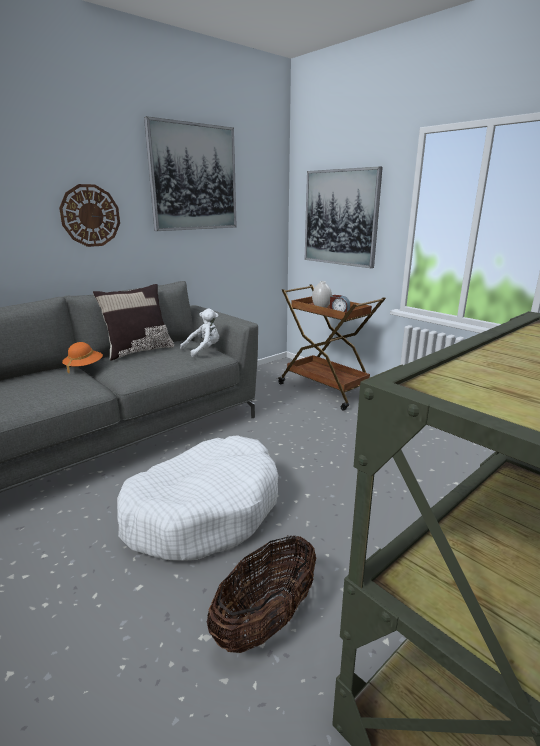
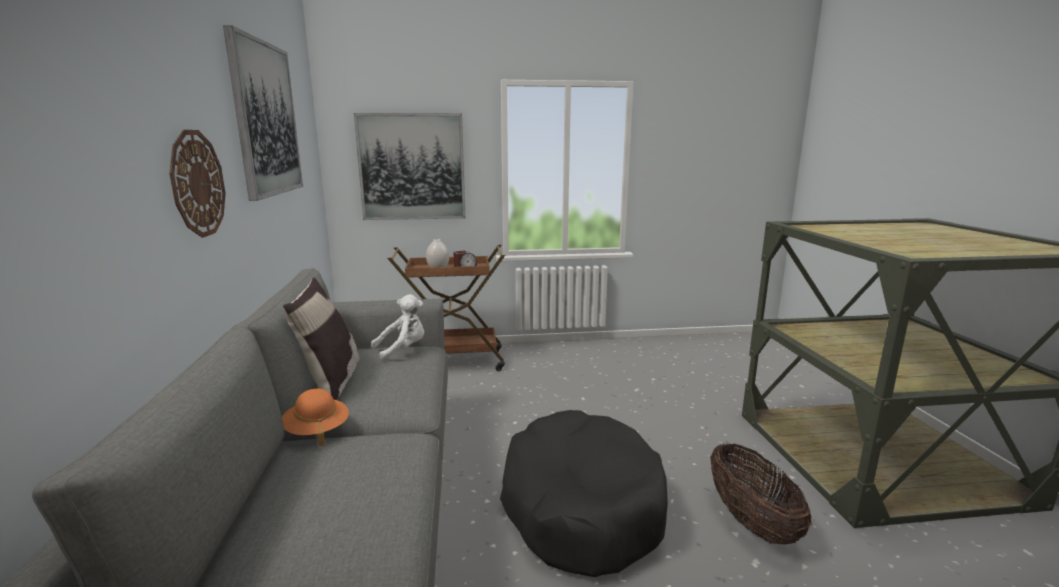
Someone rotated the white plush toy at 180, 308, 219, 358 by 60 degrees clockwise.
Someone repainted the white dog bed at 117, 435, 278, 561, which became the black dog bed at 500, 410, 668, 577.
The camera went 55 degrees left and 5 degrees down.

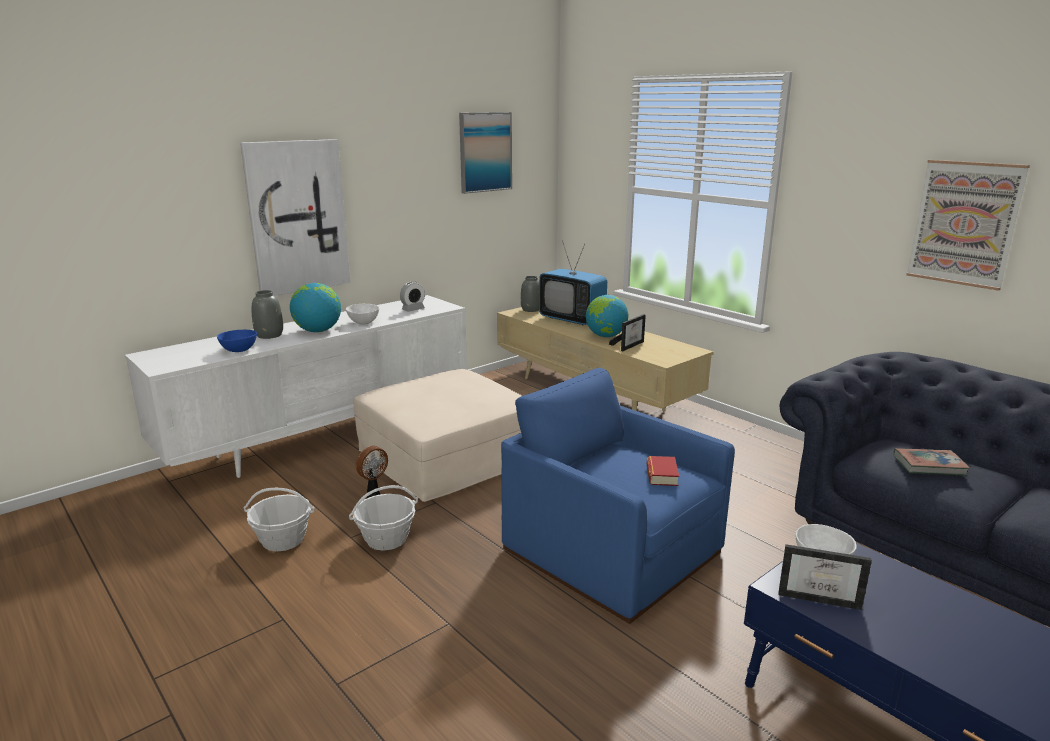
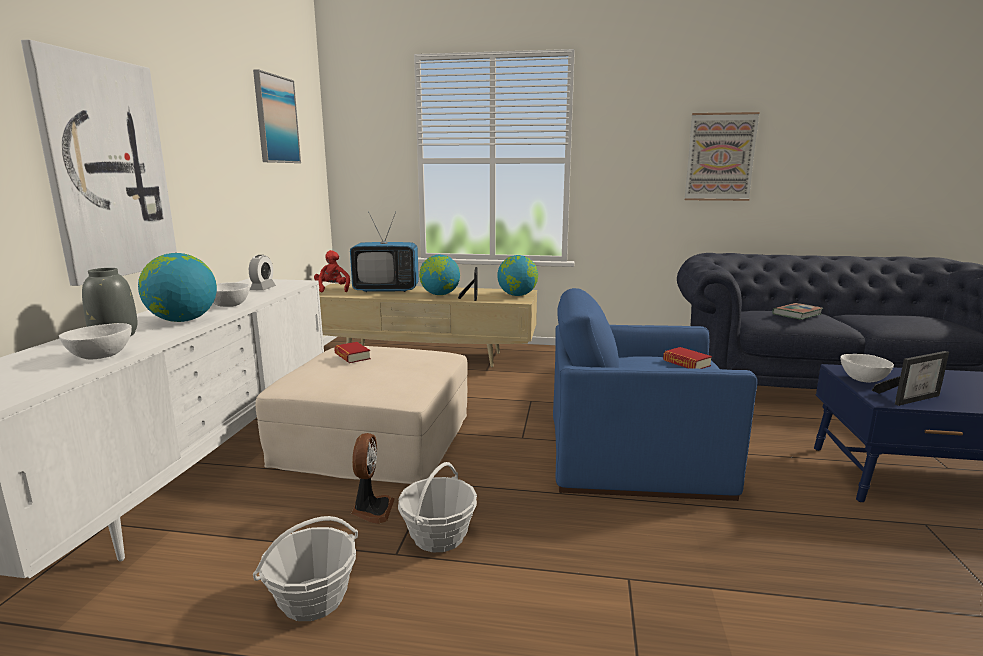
Someone swapped the grey vase at 521, 276, 539, 312 for the red plush toy at 314, 250, 350, 292.
Someone repainted the blue bowl at 217, 330, 257, 352, which became the white bowl at 59, 323, 132, 359.
Someone put down the globe at 497, 255, 538, 296.
Someone put down the book at 334, 342, 371, 363.
The camera went 40 degrees left and 5 degrees down.

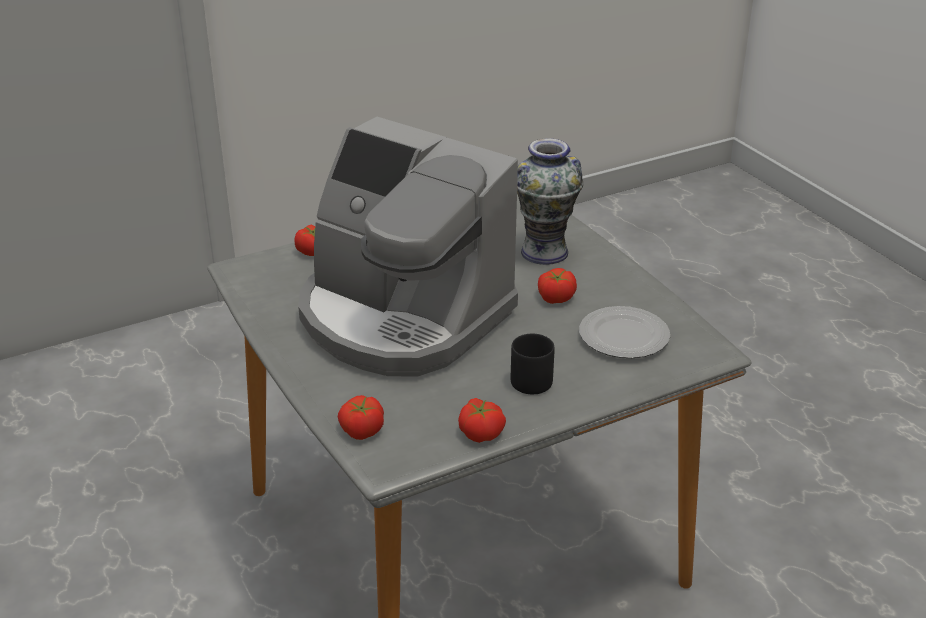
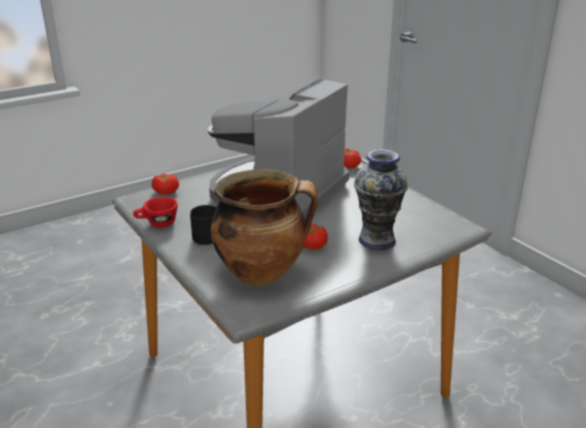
Someone swapped the plate at 579, 306, 670, 358 for the cooking pot at 211, 169, 318, 285.
Someone swapped the tomato at 458, 398, 506, 443 for the red cup at 133, 197, 178, 227.
The camera went 85 degrees right and 5 degrees down.

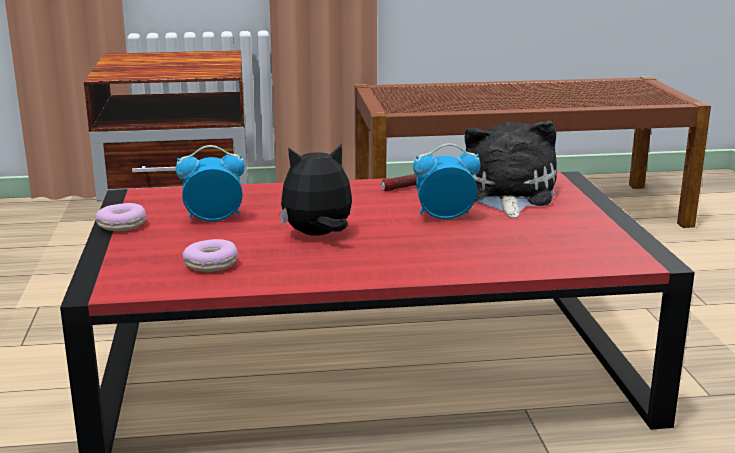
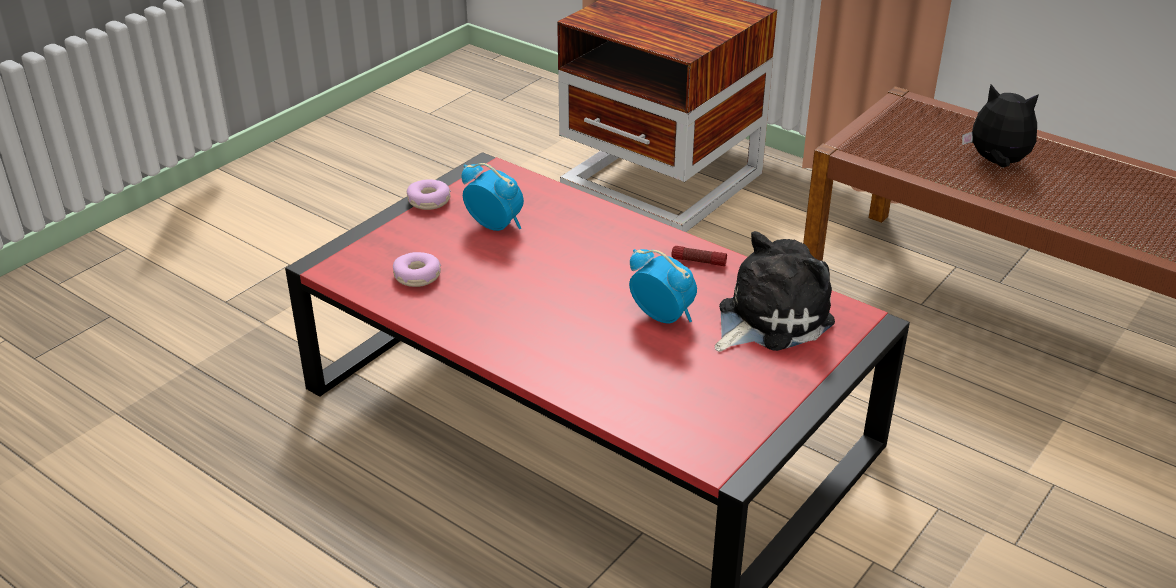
Someone carried the plush toy from 279, 144, 352, 236 to 962, 84, 1039, 167.
The camera went 45 degrees right and 15 degrees up.

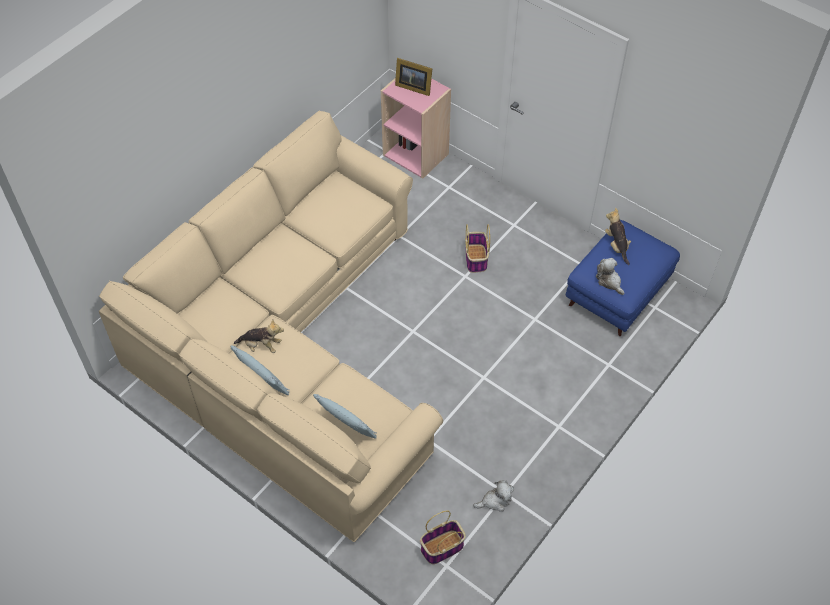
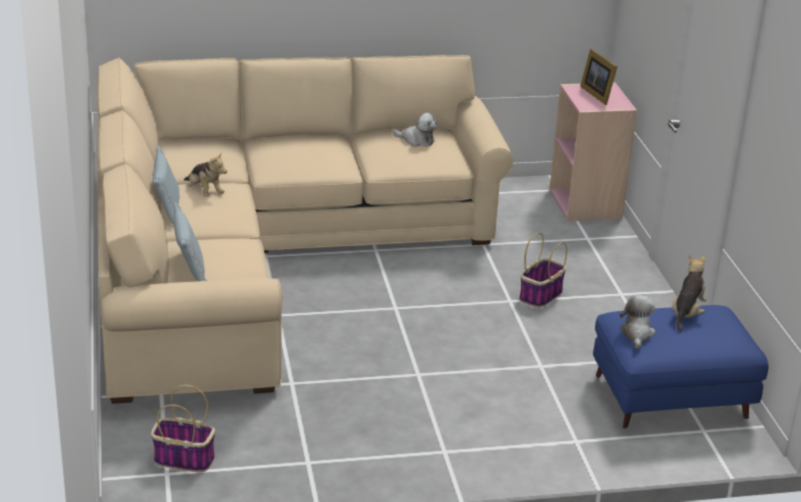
Someone carried the plush toy from 473, 480, 514, 512 to 393, 113, 437, 147.
The camera went 40 degrees right and 25 degrees down.

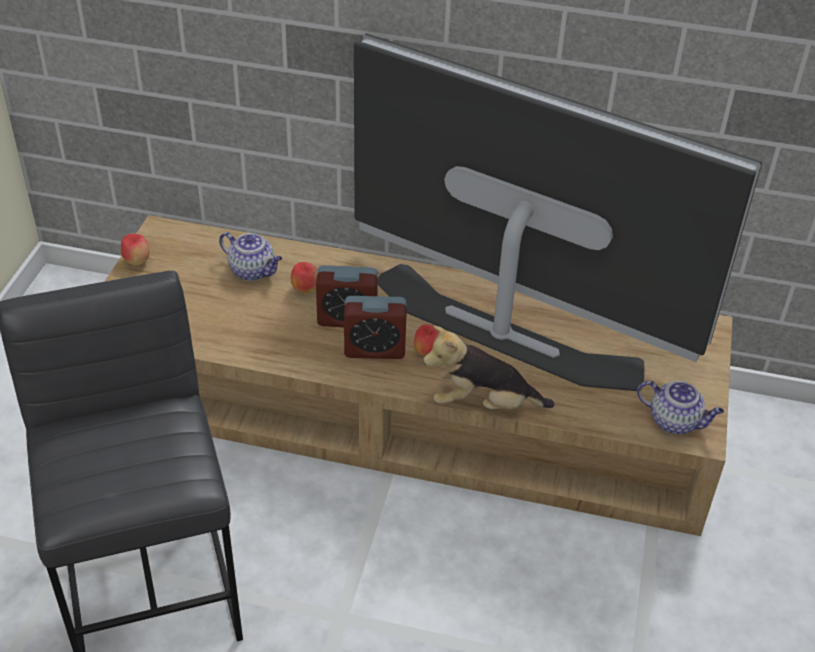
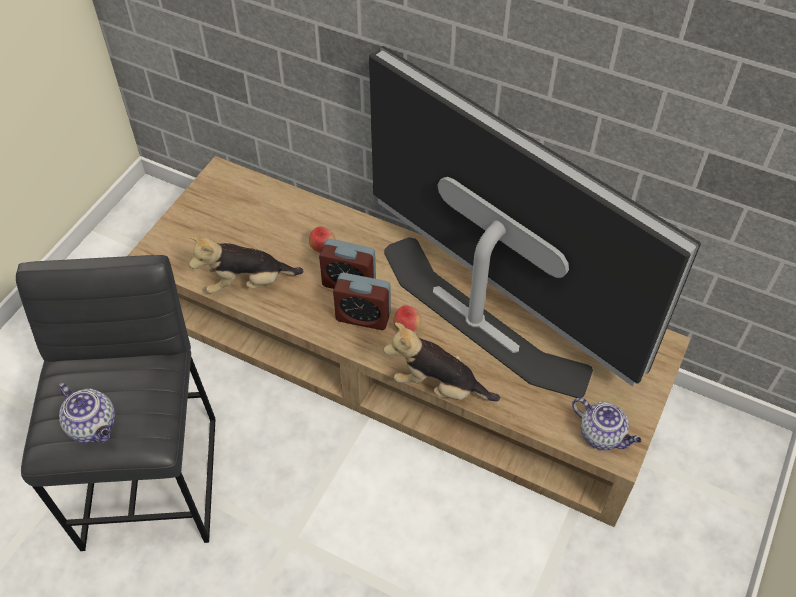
Someone carried the teapot from 219, 232, 282, 281 to 58, 382, 115, 443.
Someone took away the apple at 121, 233, 150, 266.
Someone put down the plush toy at 189, 236, 304, 294.
The camera went 15 degrees right and 10 degrees up.

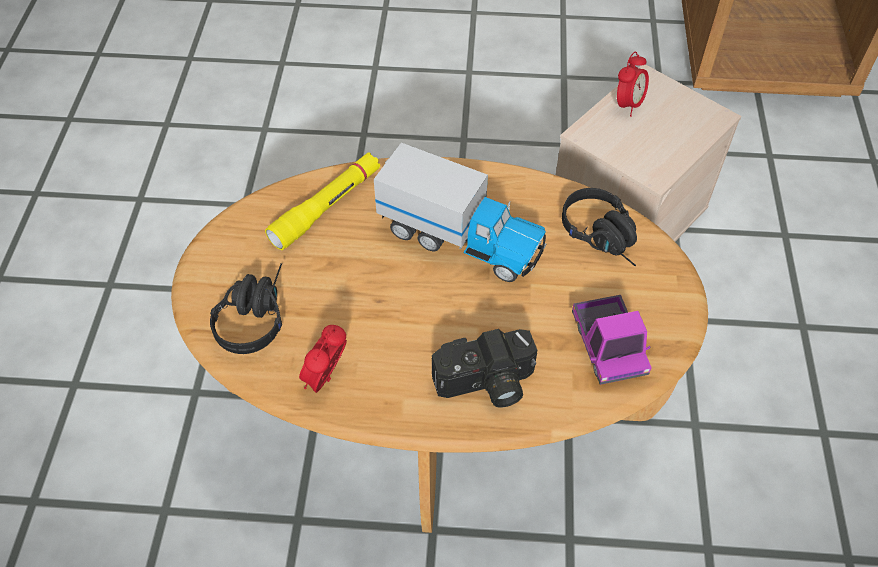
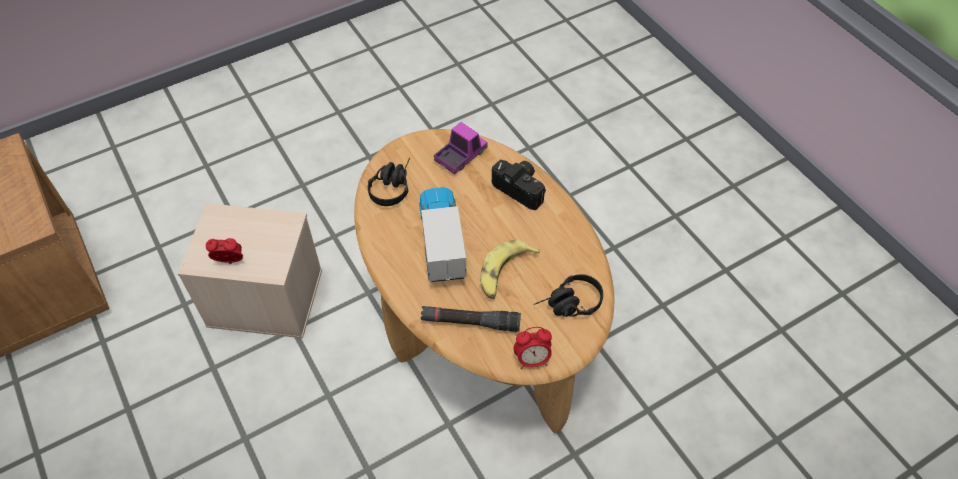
Someone repainted the yellow flashlight at 265, 152, 380, 250, which became the black flashlight at 421, 306, 521, 332.
Someone carried the alarm clock from 299, 325, 347, 393 to 514, 327, 552, 369.
Someone put down the banana at 480, 240, 540, 299.
The camera went 125 degrees left and 0 degrees up.

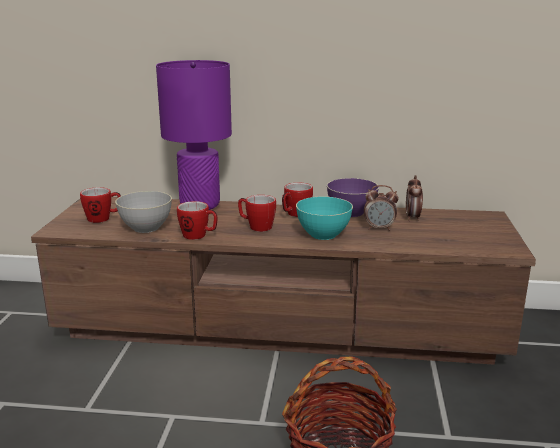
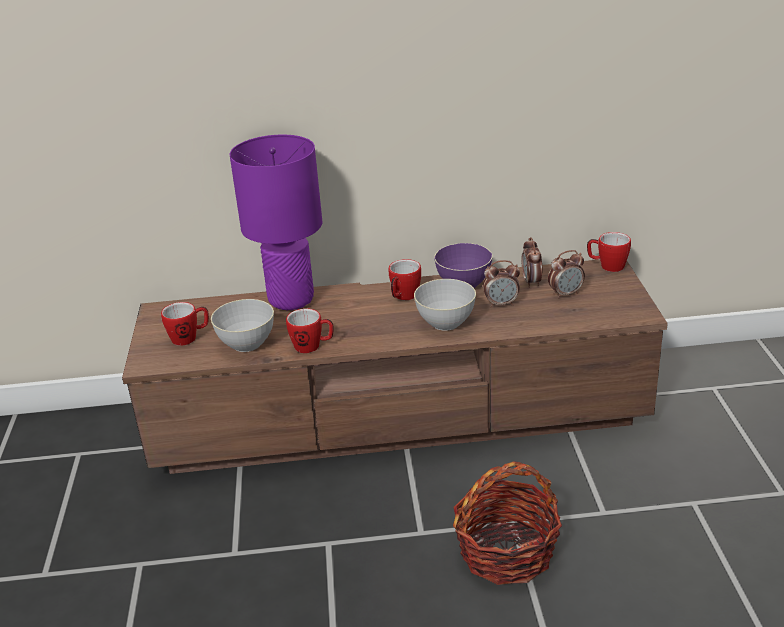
Someone carried the mug from 238, 195, 276, 232 to 587, 232, 631, 272.
Someone repainted the turquoise bowl at 296, 197, 353, 240, which became the grey bowl at 414, 279, 476, 331.
Someone put down the alarm clock at 548, 250, 585, 299.
The camera went 10 degrees left and 10 degrees up.

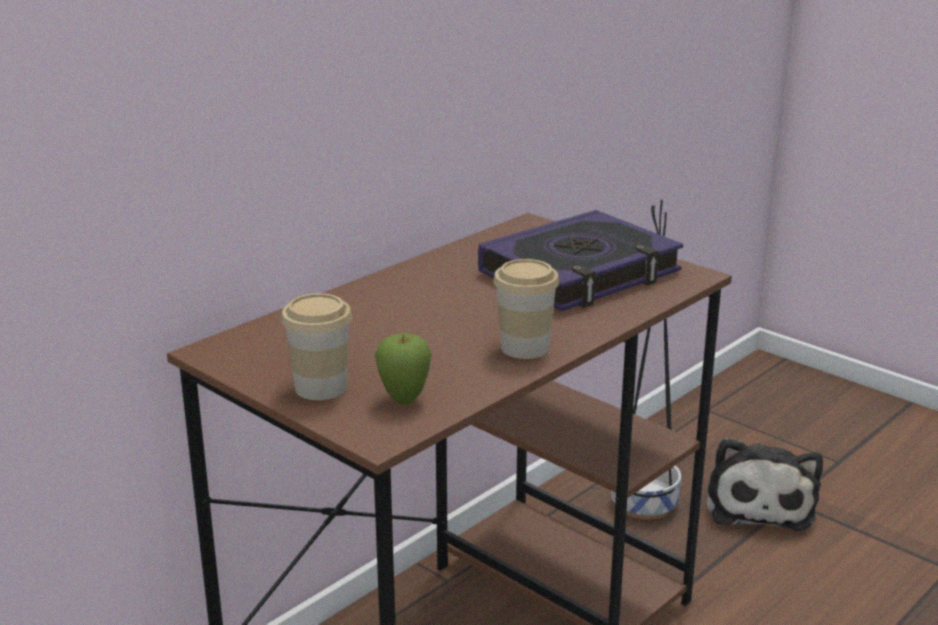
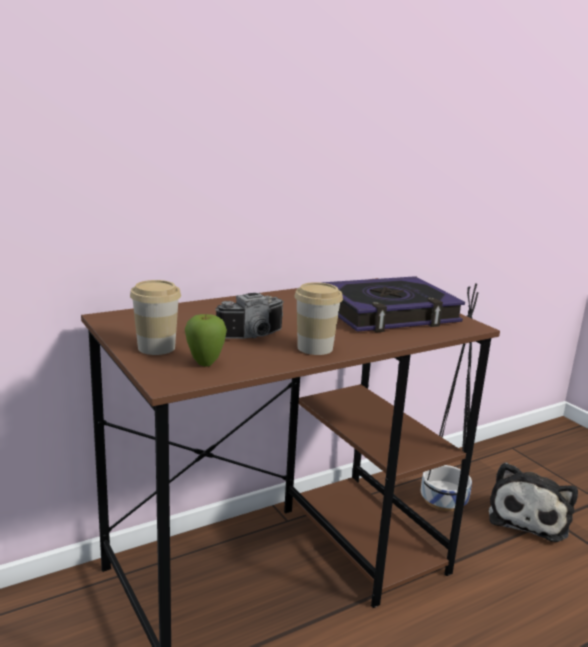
Someone put down the photo camera at 215, 293, 284, 339.
The camera went 15 degrees right and 5 degrees down.

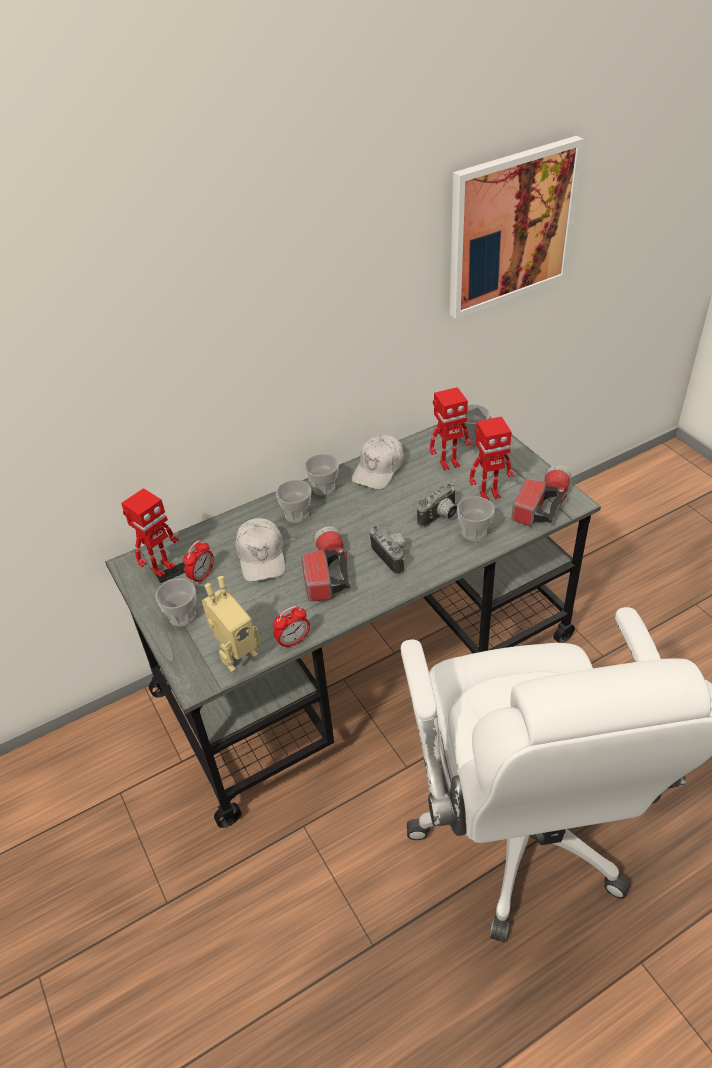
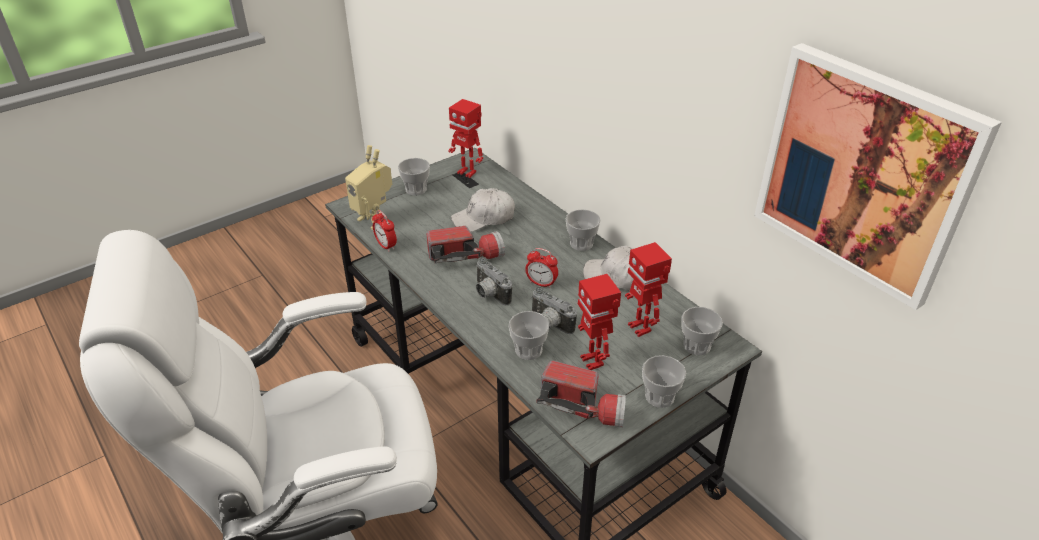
Someone carried the cup from 276, 480, 311, 523 to 642, 355, 686, 408.
Someone rotated the photo camera at 370, 526, 406, 575 by 90 degrees clockwise.
Someone carried the alarm clock from 183, 540, 214, 585 to 525, 248, 558, 288.
The camera went 80 degrees right and 5 degrees down.

